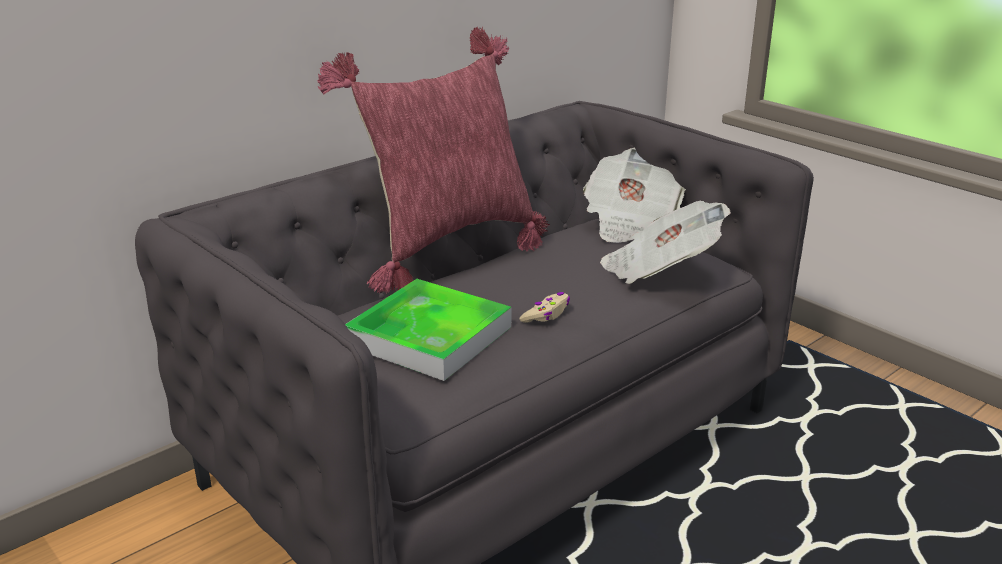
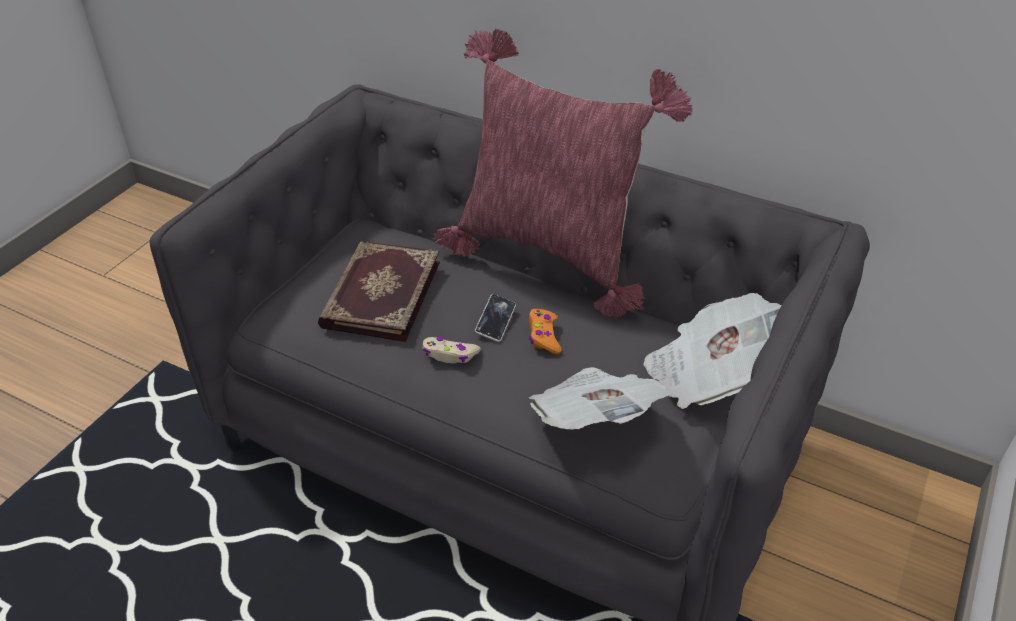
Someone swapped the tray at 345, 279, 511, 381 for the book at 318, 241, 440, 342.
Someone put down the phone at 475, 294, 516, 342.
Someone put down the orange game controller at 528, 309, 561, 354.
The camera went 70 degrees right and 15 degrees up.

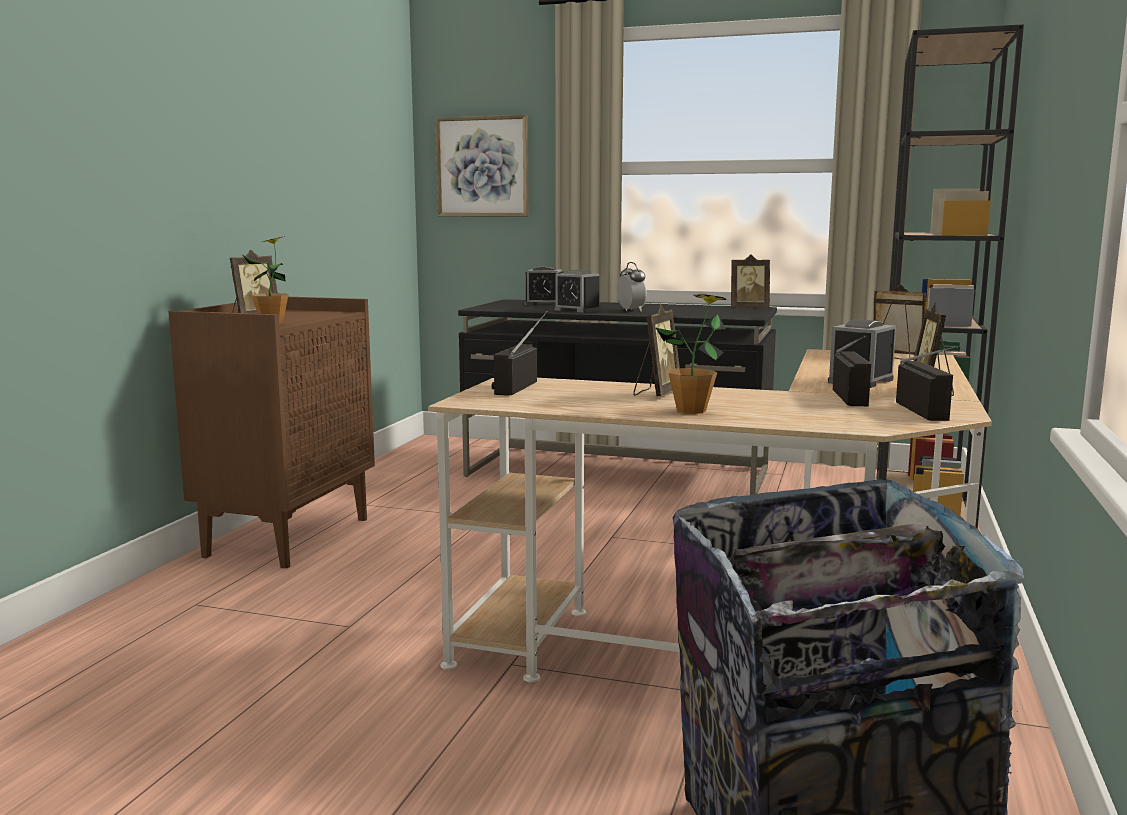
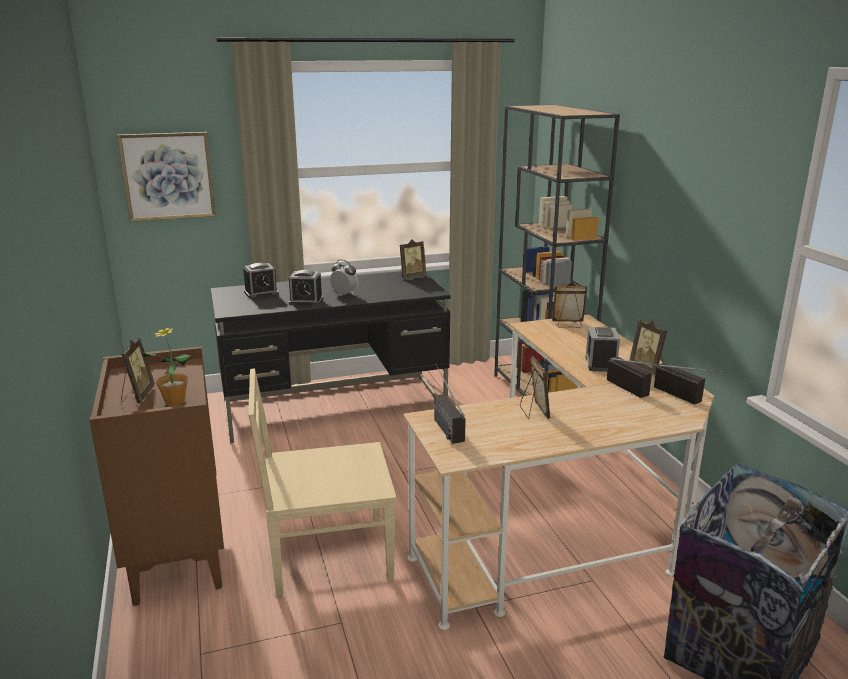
Someone took away the potted plant at 655, 295, 727, 414.
Someone put down the beige chair at 248, 369, 397, 596.
The camera went 35 degrees left and 10 degrees up.

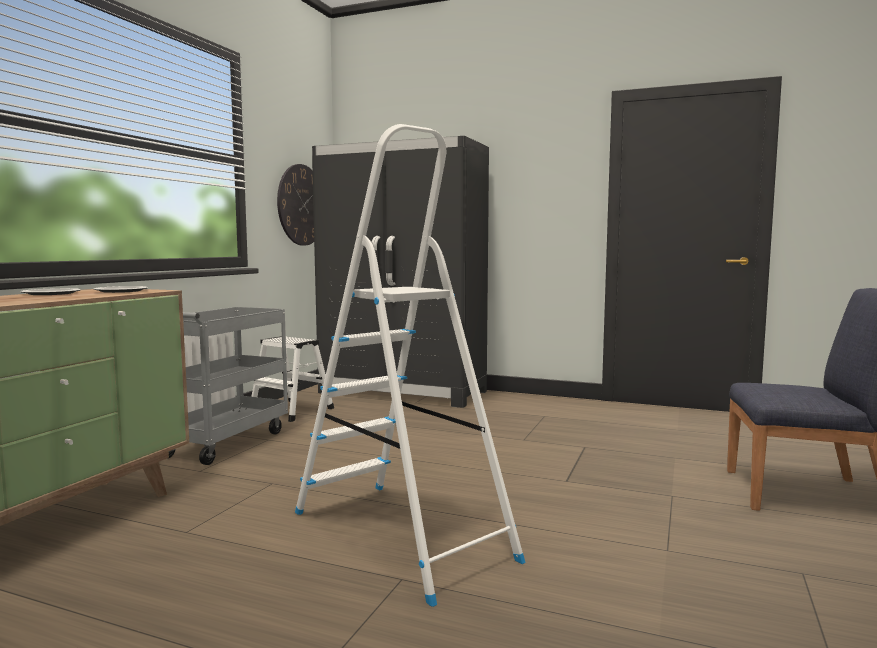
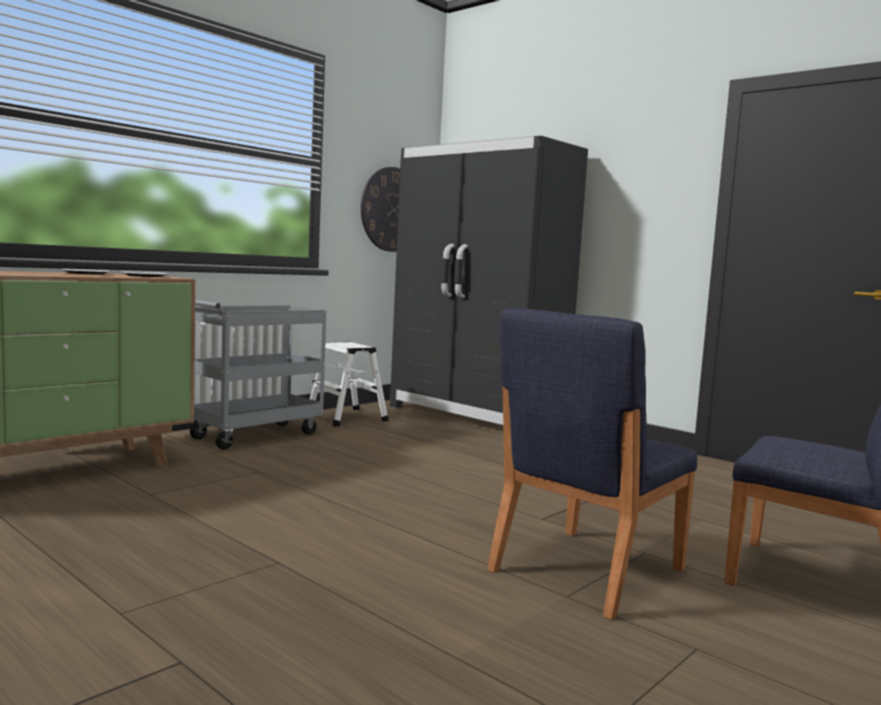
Someone took away the white step ladder at 295, 124, 525, 607.
Someone put down the blue chair at 487, 308, 697, 620.
The camera went 20 degrees right and 0 degrees up.

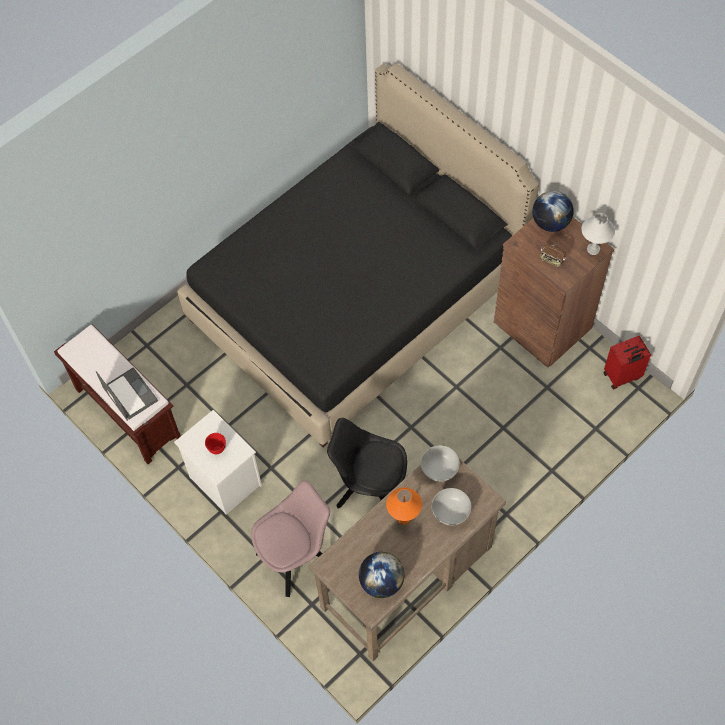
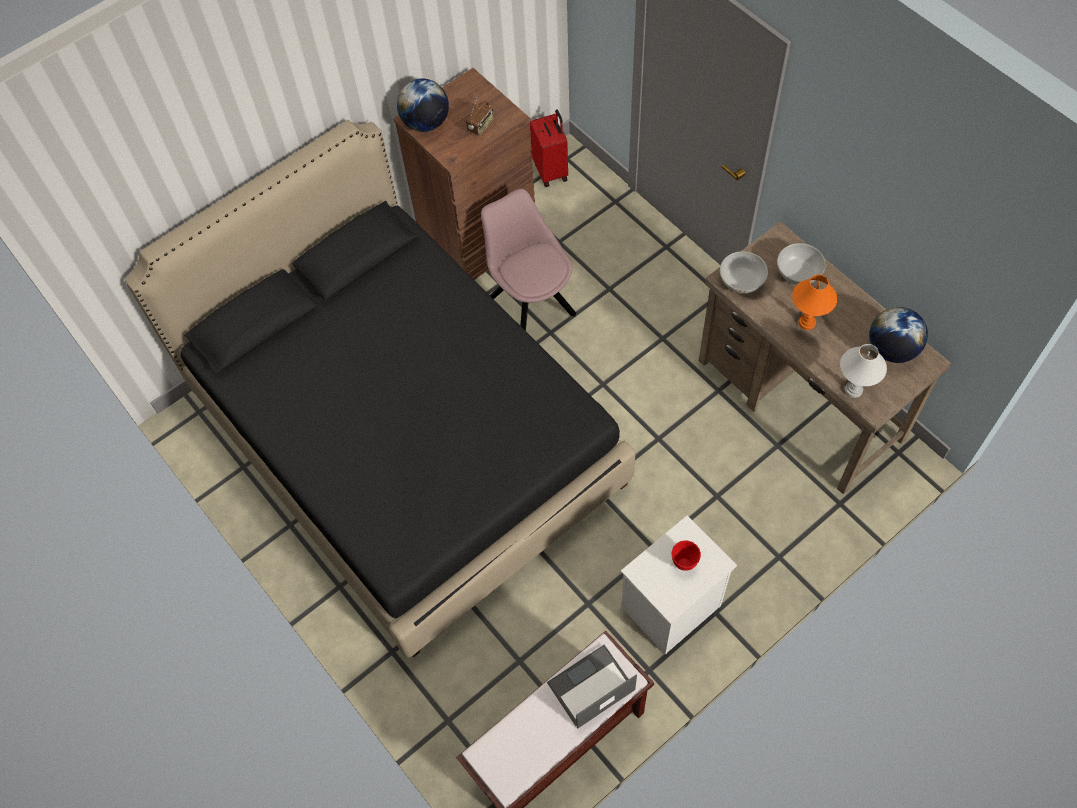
Someone carried the white table lamp from 581, 213, 615, 255 to 840, 344, 887, 398.
Someone took away the black chair at 327, 418, 407, 509.
Someone carried the pink chair from 251, 481, 330, 597 to 481, 189, 576, 331.
The camera went 85 degrees left and 0 degrees up.

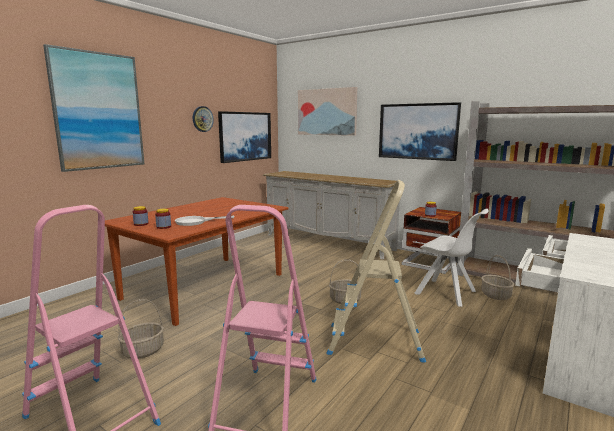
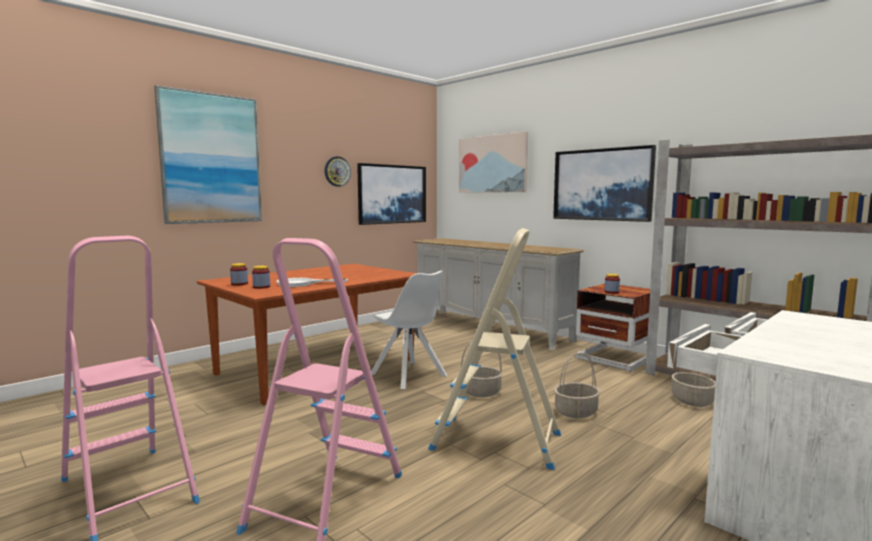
Someone carried the white chair from 415, 209, 489, 307 to 371, 270, 447, 389.
Someone carried the basket from 118, 299, 164, 359 to 554, 352, 600, 418.
The camera went 10 degrees right and 5 degrees down.

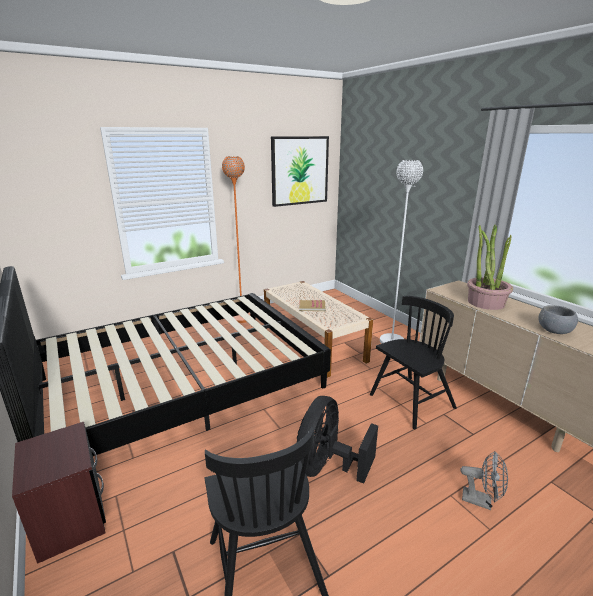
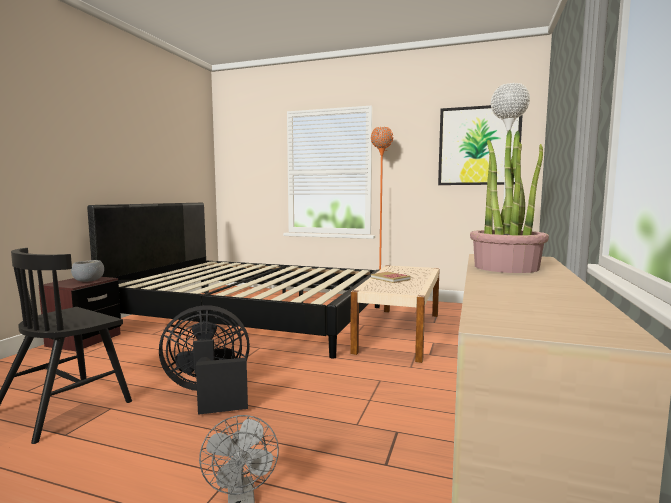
Someone took away the black chair at 370, 296, 457, 429.
Someone carried the grey bowl from 538, 305, 578, 334 to 71, 260, 104, 282.
The camera went 50 degrees right and 15 degrees down.

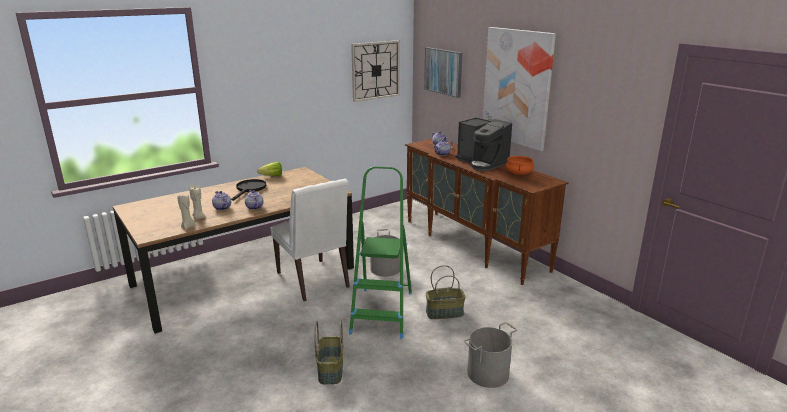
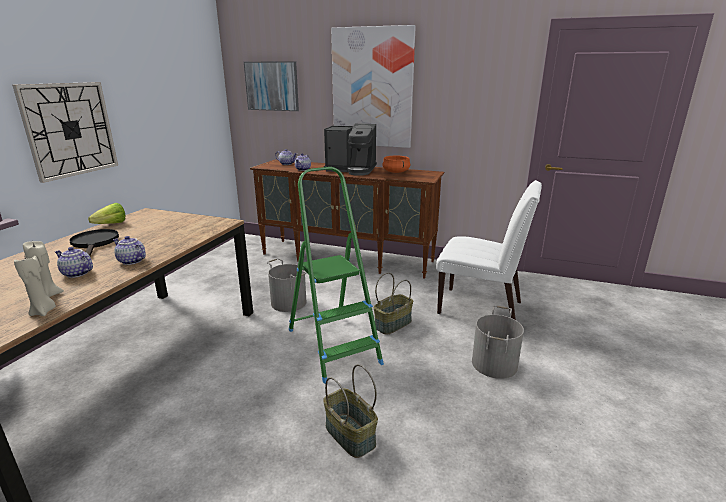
Someone carried the wall clock from 351, 40, 400, 102 to 12, 82, 118, 183.
Someone carried the white chair from 270, 179, 350, 301 to 436, 180, 542, 320.
The camera went 35 degrees left and 0 degrees up.

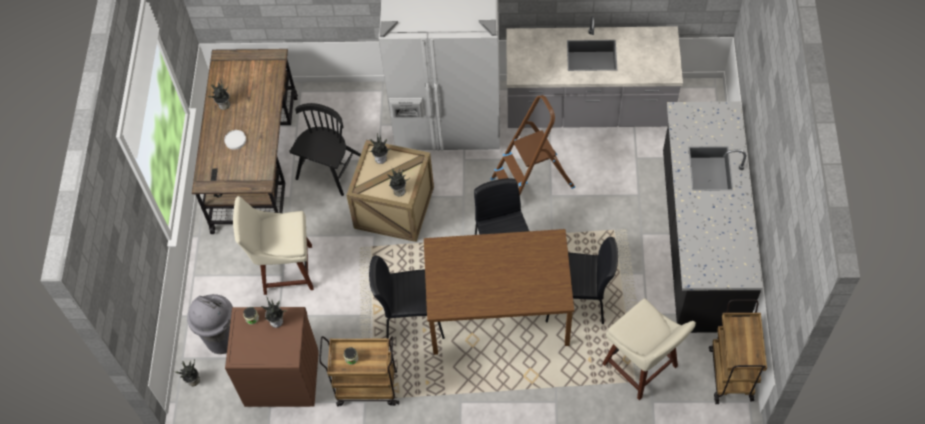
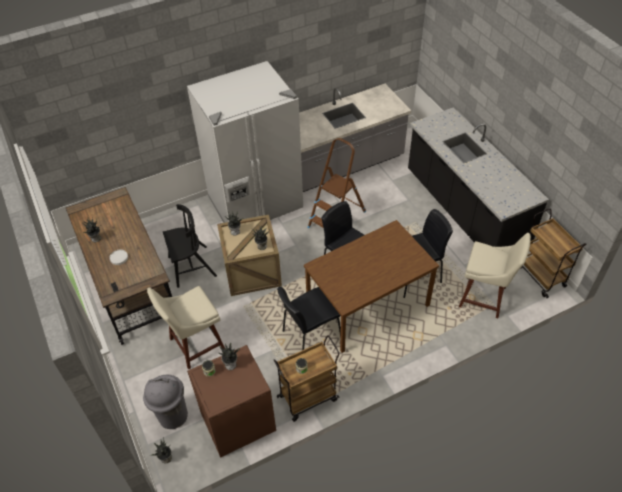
Someone rotated the black chair at 289, 103, 361, 196 by 75 degrees clockwise.
The camera went 30 degrees left and 10 degrees down.

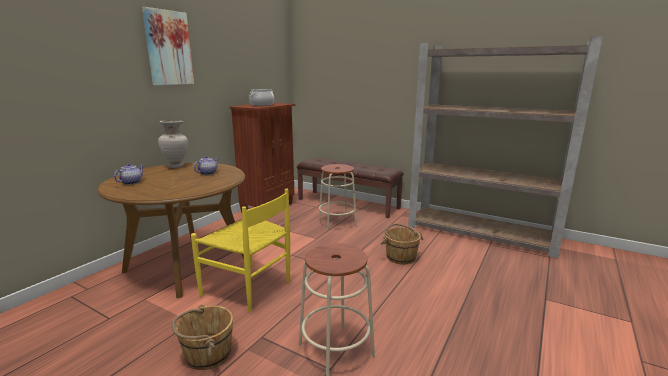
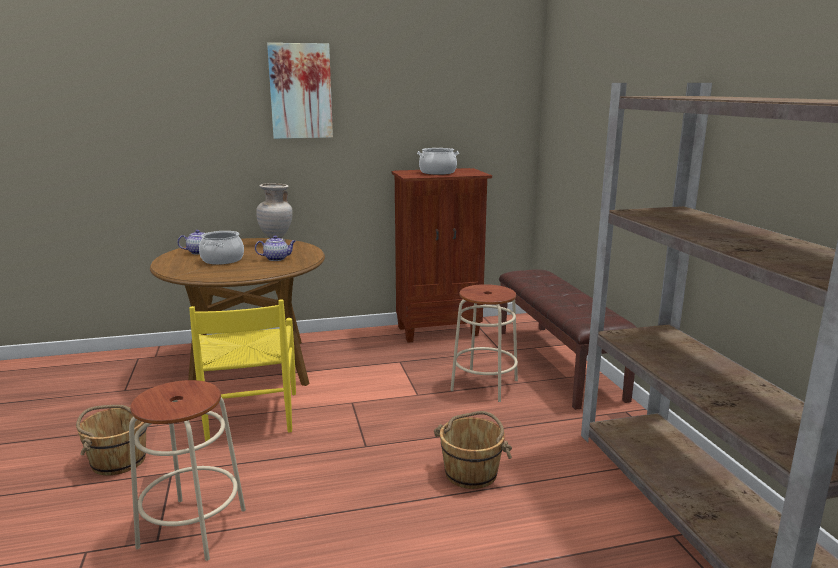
Someone put down the cooking pot at 199, 231, 244, 265.
The camera went 45 degrees right and 0 degrees up.

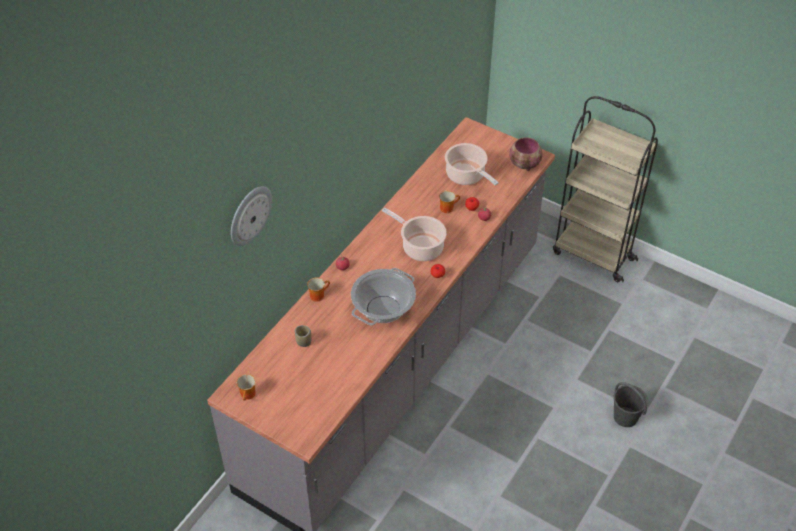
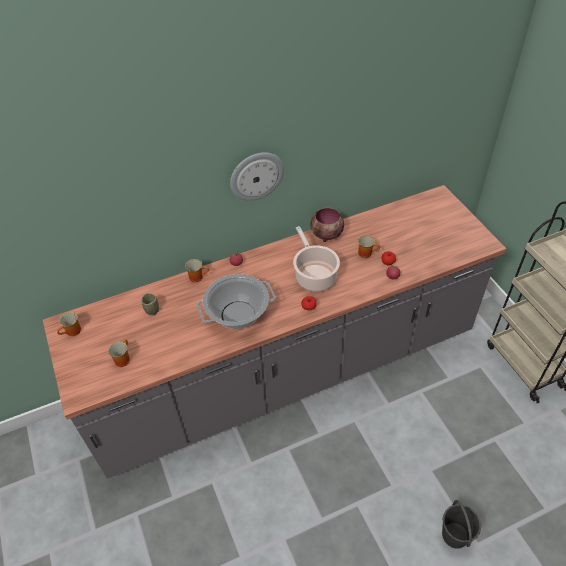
Someone carried the bowl from 509, 137, 543, 171 to 310, 208, 344, 242.
Someone took away the cooking pot at 445, 143, 498, 185.
Someone carried the wall clock from 231, 186, 272, 246 to 230, 152, 284, 201.
Someone put down the mug at 108, 339, 130, 367.
The camera went 35 degrees right and 0 degrees up.

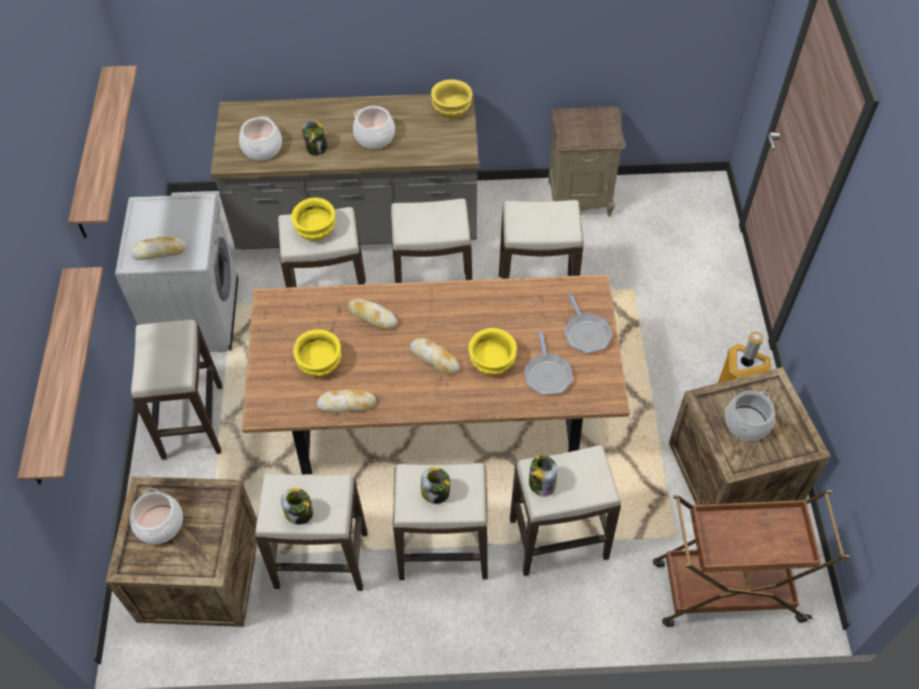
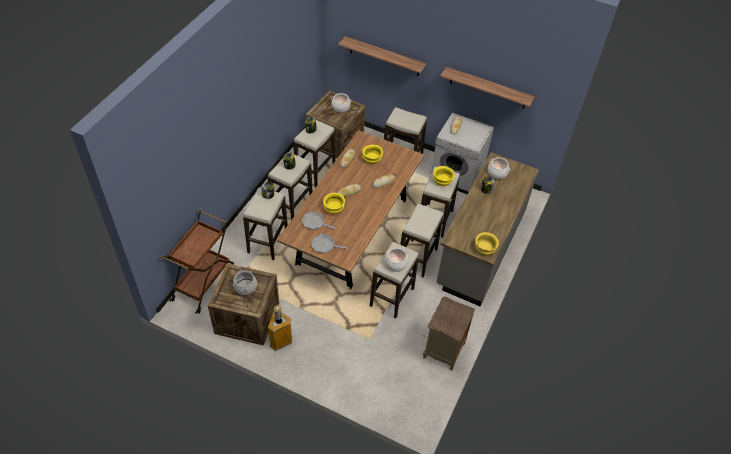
Someone carried the cooking pot from 353, 106, 395, 149 to 385, 248, 409, 272.
The camera went 115 degrees right and 5 degrees down.

